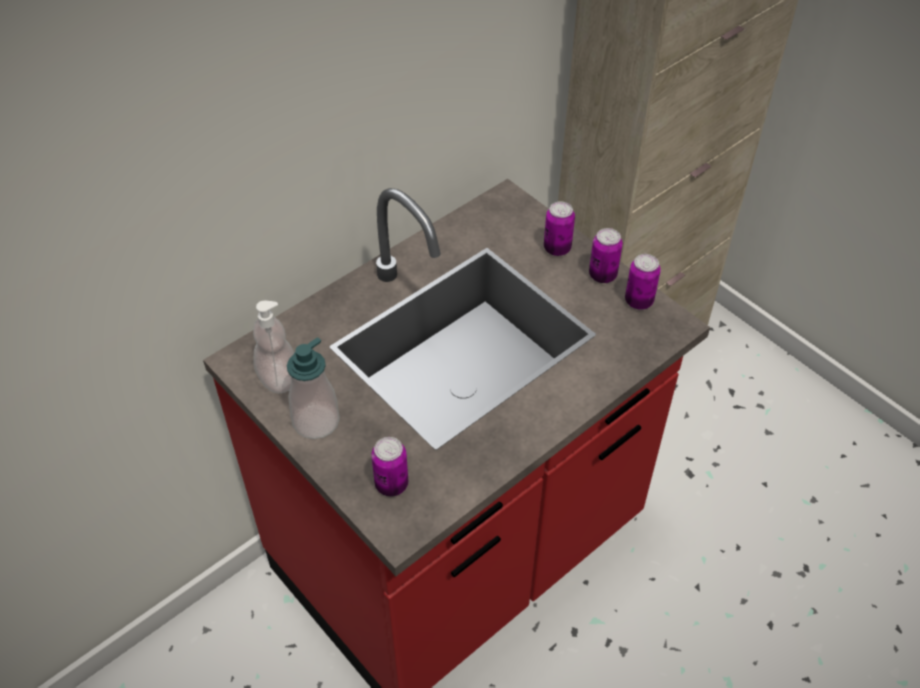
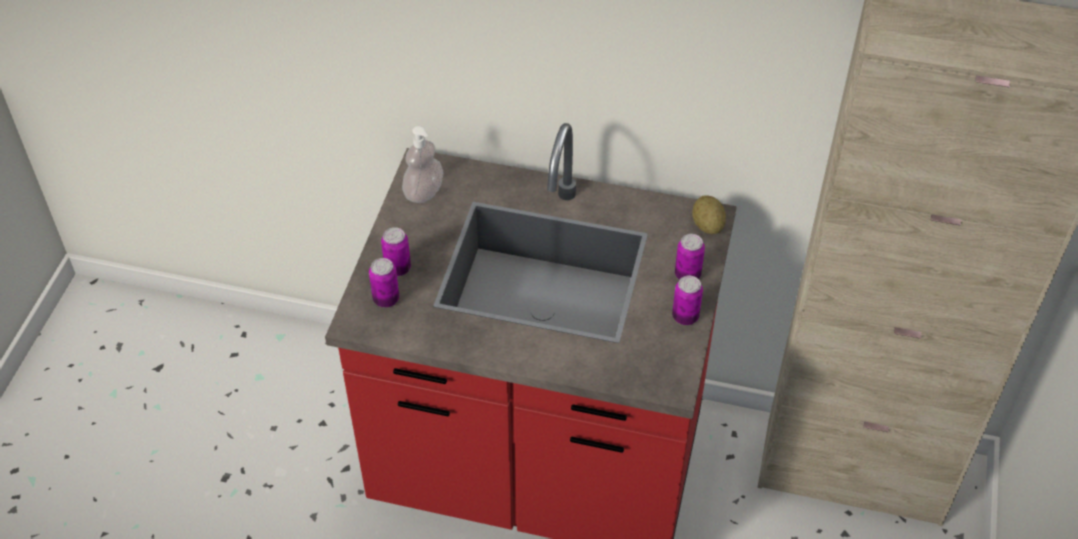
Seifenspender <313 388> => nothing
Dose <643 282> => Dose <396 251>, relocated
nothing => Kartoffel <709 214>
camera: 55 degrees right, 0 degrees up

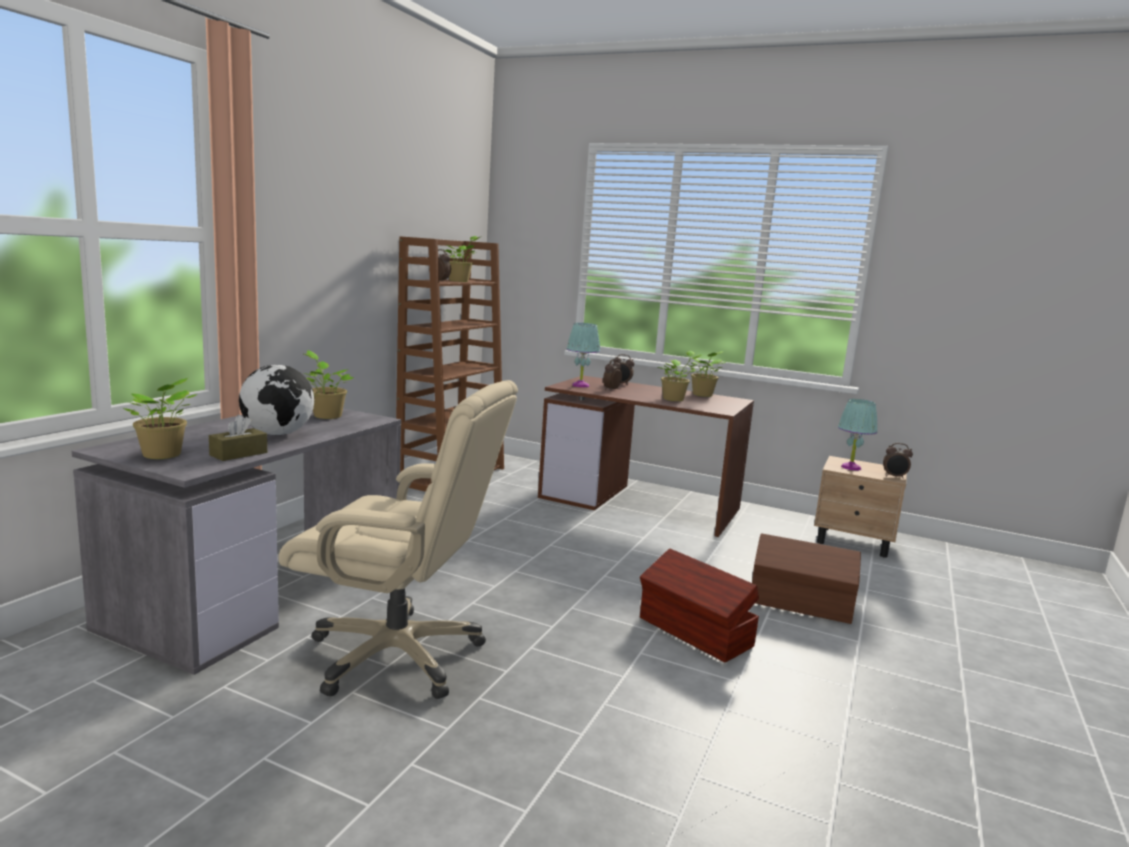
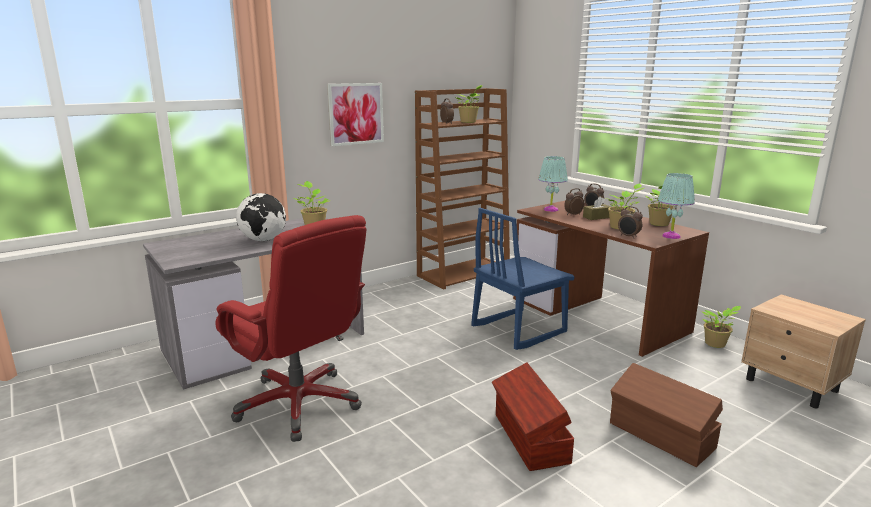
Topfpflanze <160 418> => Topfpflanze <721 327>, relocated
Taschentuchbox (braun) <238 438> => Taschentuchbox (braun) <597 208>, relocated
Bürostuhl (beige) <398 539> => Bürostuhl (rot) <291 328>
Tischlampe (türkis) <857 435> => Tischlampe (türkis) <676 206>, relocated
Wecker <898 461> => Wecker <630 222>, relocated
nothing => Bild <355 114>
nothing => Stuhl (blau) <522 279>
camera: 30 degrees right, 5 degrees up

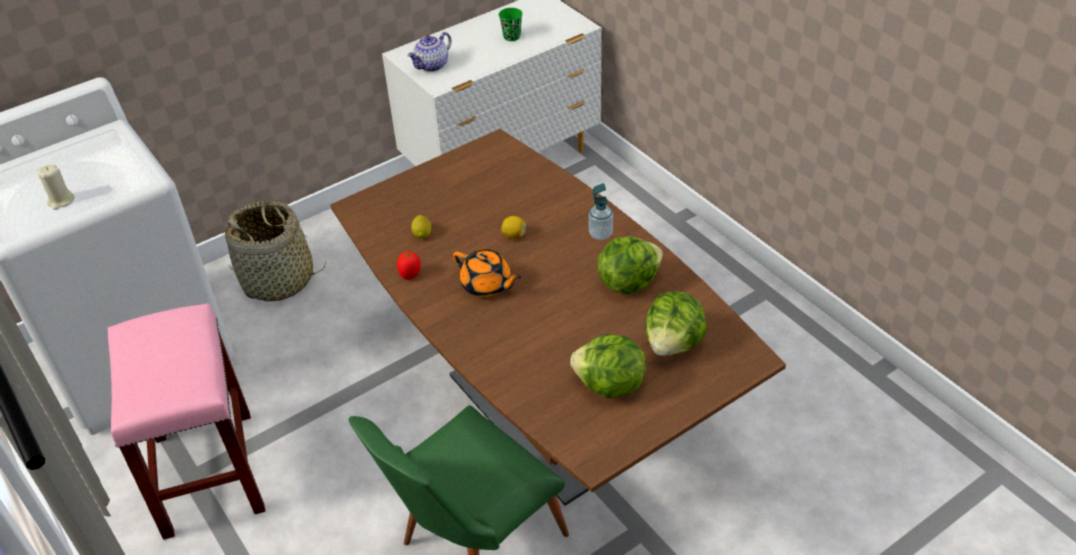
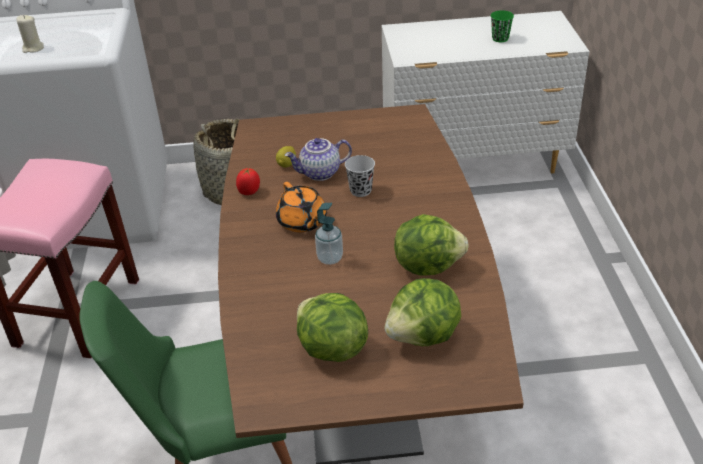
Teekanne <430 52> => Teekanne <318 159>, relocated
Zitrone <513 227> => Tasse (schwarz) <360 176>
Seifenspender <601 211> => Seifenspender <329 234>, relocated
camera: 30 degrees right, 5 degrees down

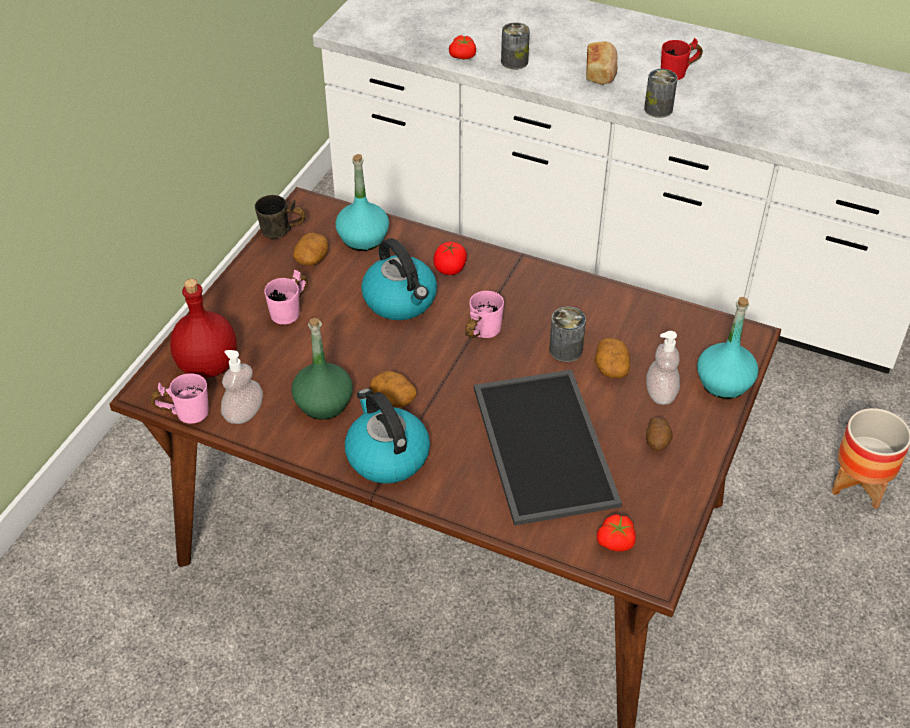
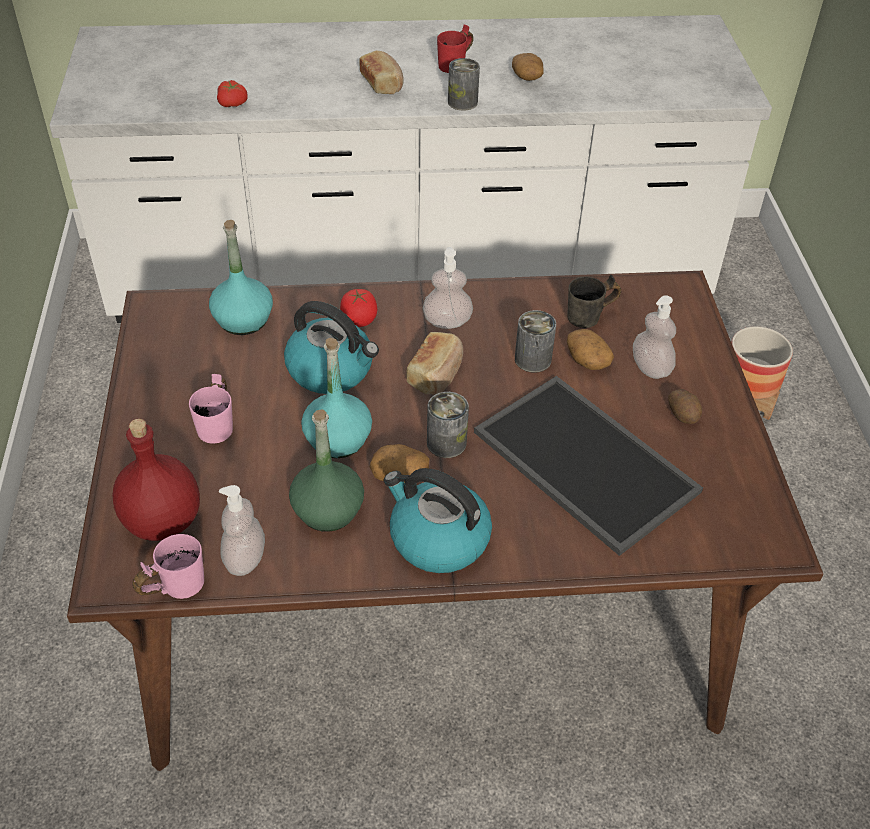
Henkelbecher (grau) <280 217> => Henkelbecher (grau) <594 301>, relocated
Kartoffel <310 249> => Kartoffel <528 67>, relocated
Henkelbecher (rosa) <484 314> => Brot <434 363>
Dose <515 46> => Dose <448 425>, relocated
Tomate <616 532> => nothing
Flasche (türkis) <727 348> => Flasche (türkis) <336 398>, relocated
nothing => Seifenspender <448 288>
camera: 30 degrees left, 0 degrees up

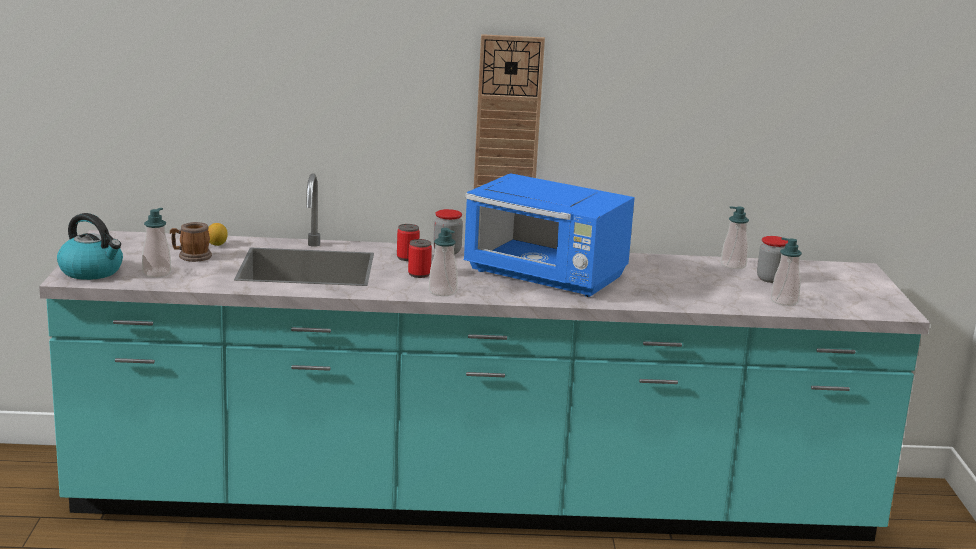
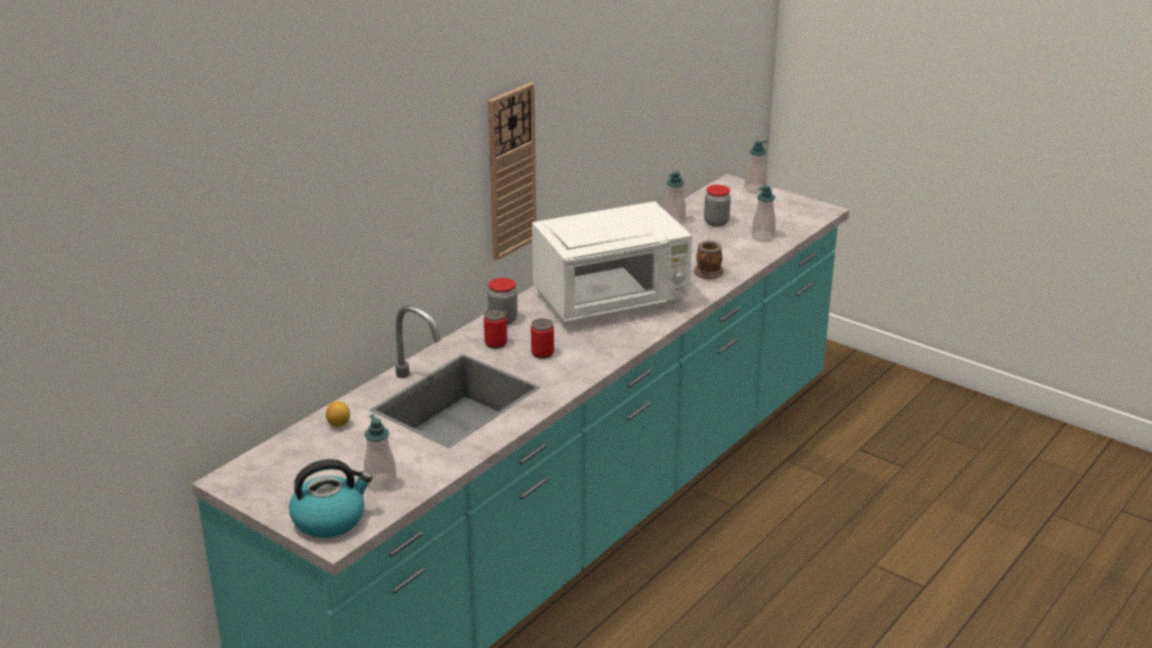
Henkelbecher <191 242> => Henkelbecher <709 260>, relocated
Seifenspender <443 262> => Seifenspender <756 167>, relocated
Mikrowelle (blau) <549 235> => Mikrowelle (weiß) <612 263>
camera: 50 degrees left, 10 degrees up

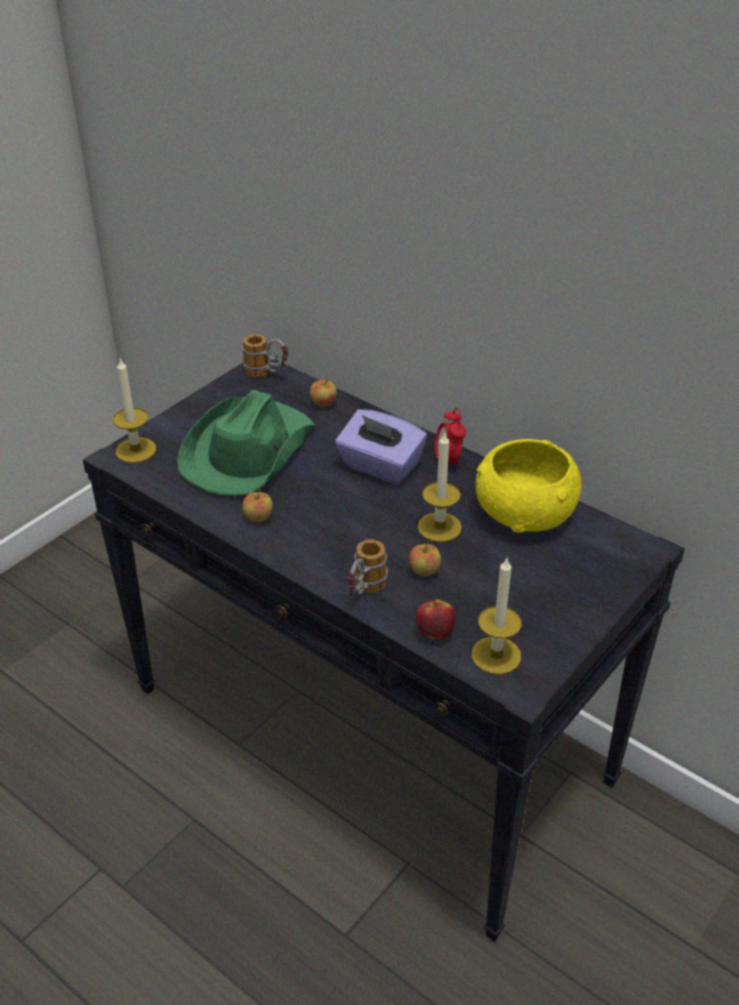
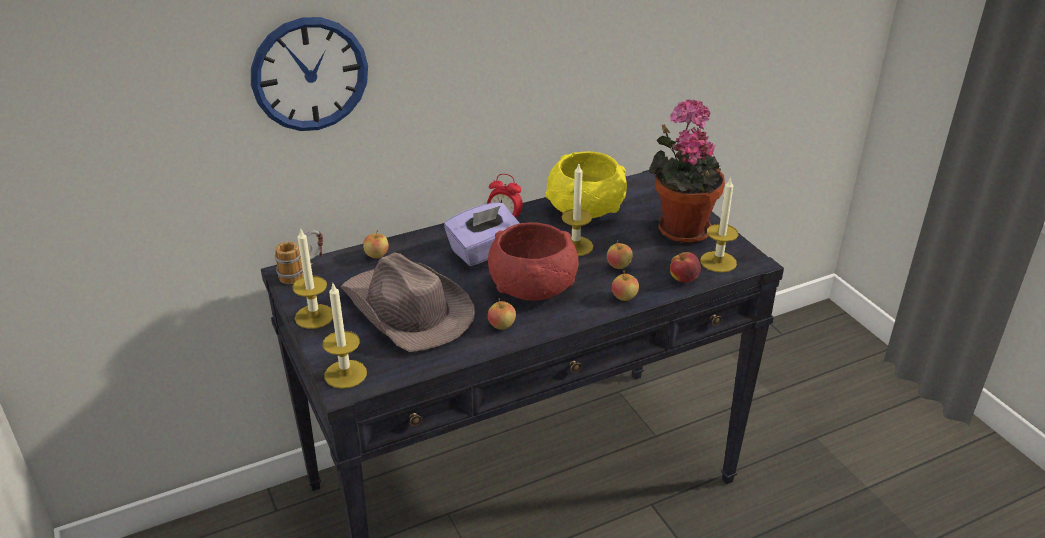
Hut (grün) <246 443> => Hut (braun) <408 302>
Henkelbecher <368 567> => Apfel <625 286>
nothing => Wanduhr <309 74>
nothing => Kerze <312 279>
nothing => Schüssel (rot) <533 261>
nothing => Topfpflanze <687 171>
camera: 65 degrees left, 5 degrees down

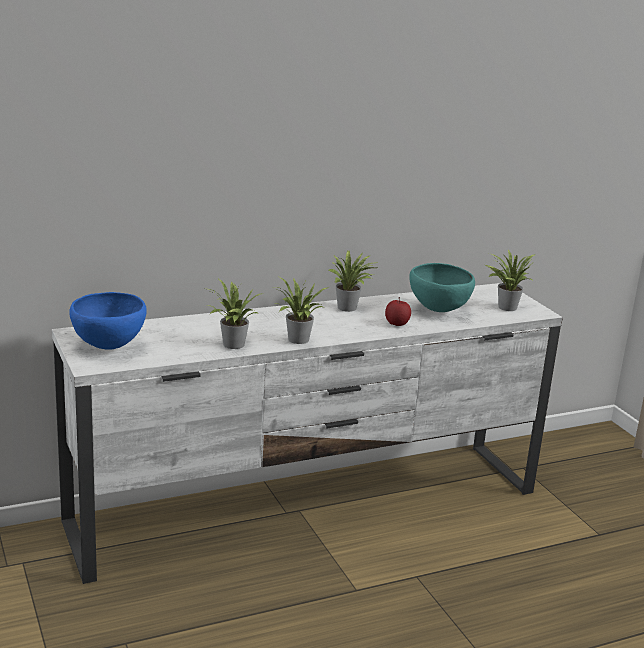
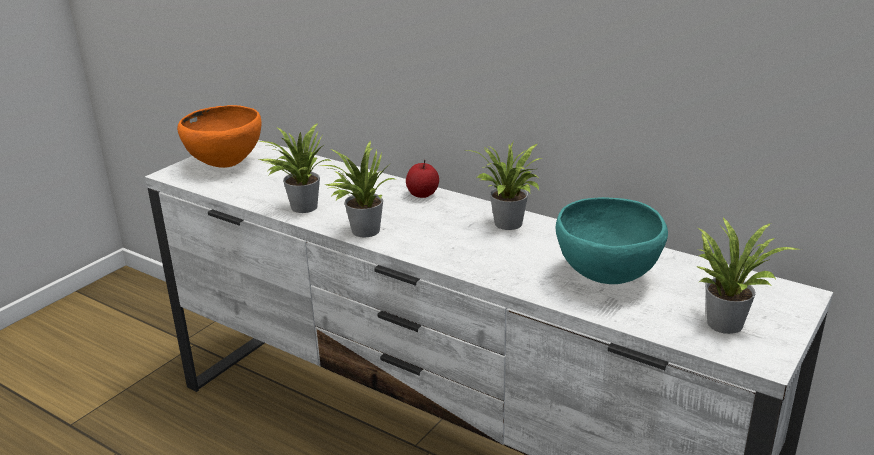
Schüssel (blau) <108 321> => Schüssel (orange) <219 136>
Apfel <398 311> => Apfel <422 179>, relocated
camera: 60 degrees right, 5 degrees up

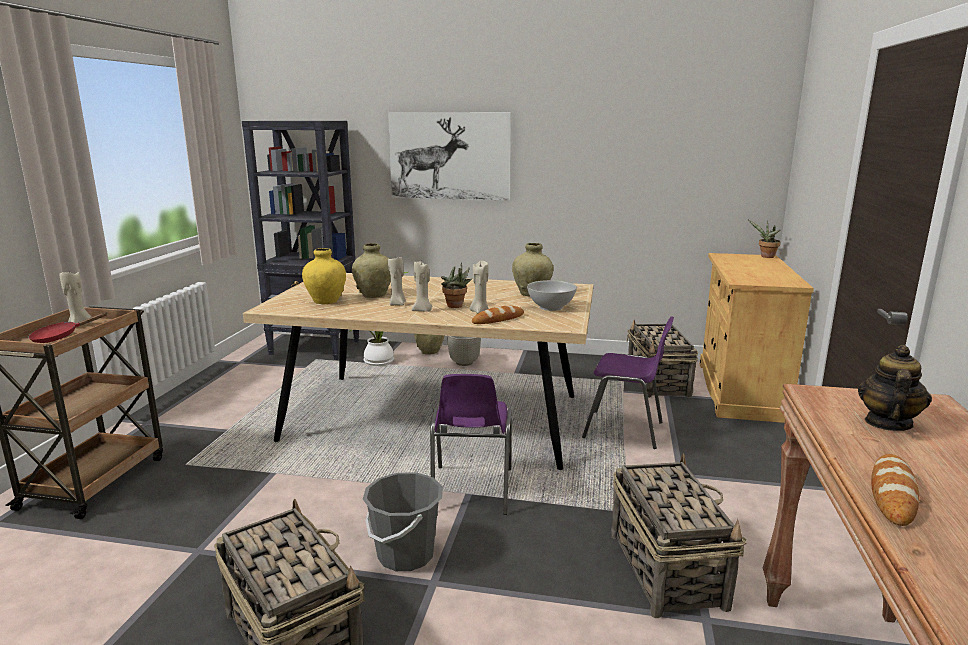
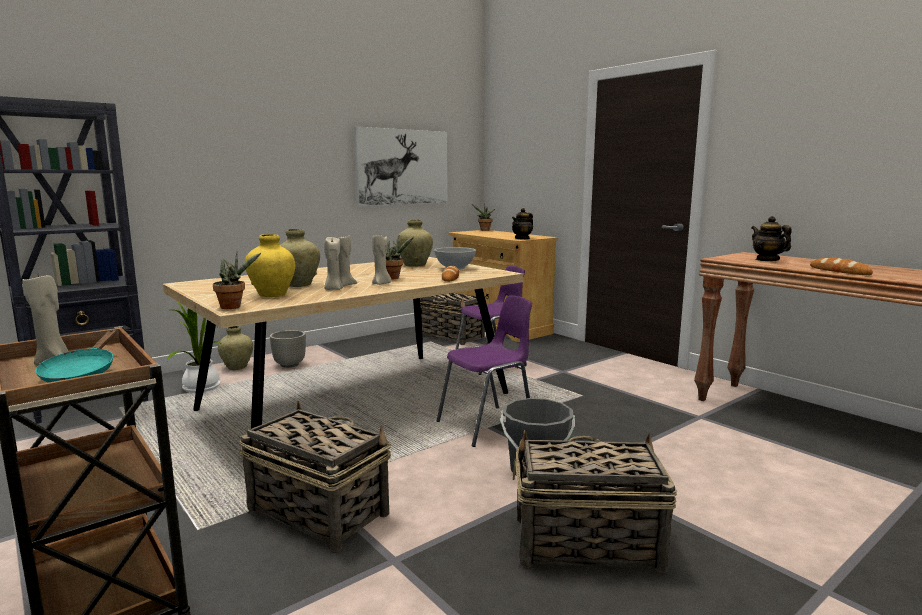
Pfanne (rot) <67 327> => Pfanne (türkis) <75 356>
Bild <449 156> => Bild <400 166>, relocated
Stuhl (lila) <471 444> => Stuhl (lila) <484 371>, 75 degrees counterclockwise
Kerze (beige) <479 287> => Kerze (beige) <333 263>, relocated
Korb <678 536> => Korb <315 476>, relocated
nothing => Topfpflanze <237 280>
nothing => Teekanne <522 224>
camera: 50 degrees left, 5 degrees down

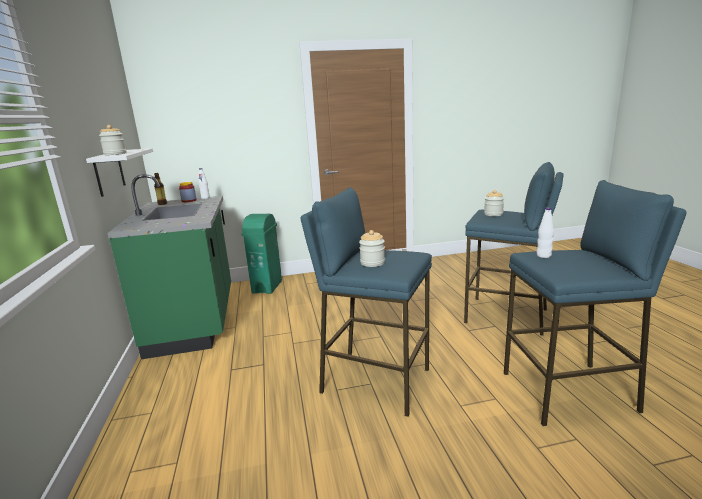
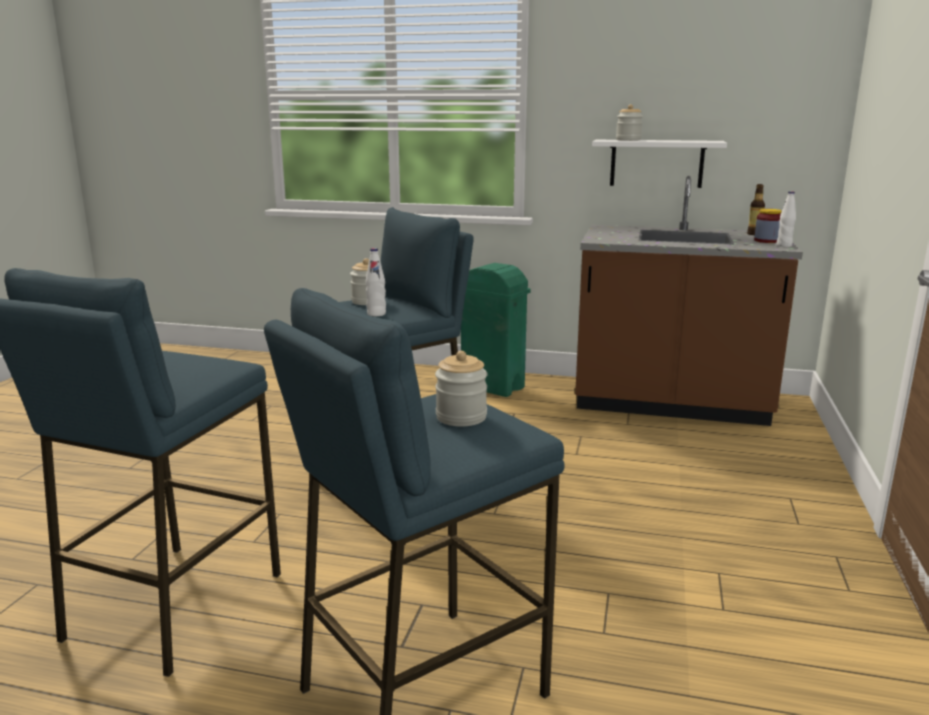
Küchenzeile (grün) <169 266> => Küchenzeile (braun) <689 301>
Mülleimer (grün) <261 254> => Mülleimer (grün) <496 330>, relocated
Flasche (weiß) <545 232> => Flasche (weiß) <376 282>, relocated
camera: 115 degrees right, 0 degrees up

